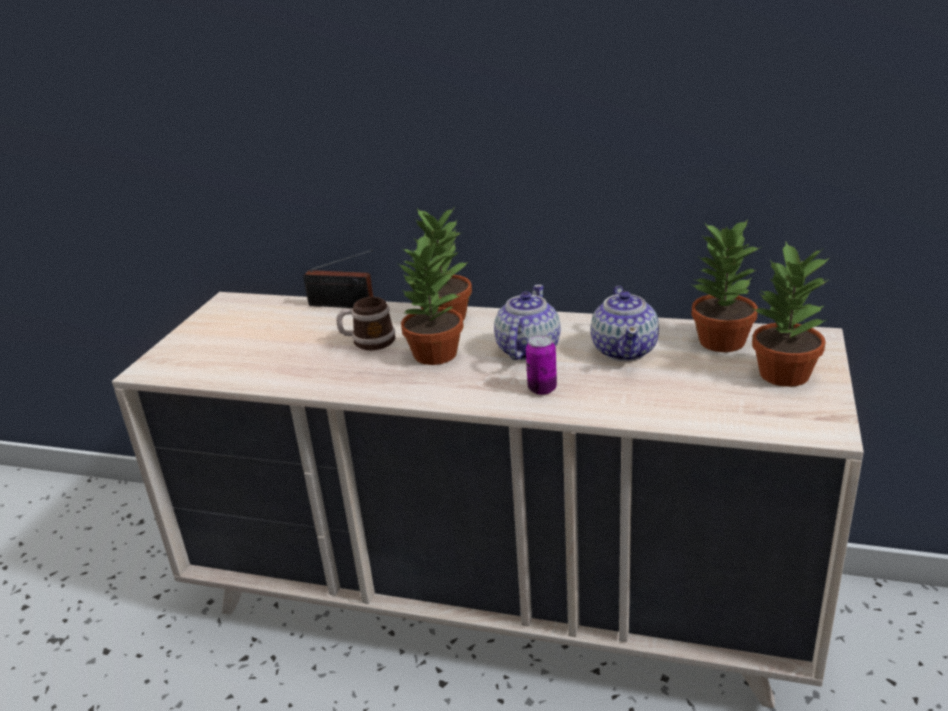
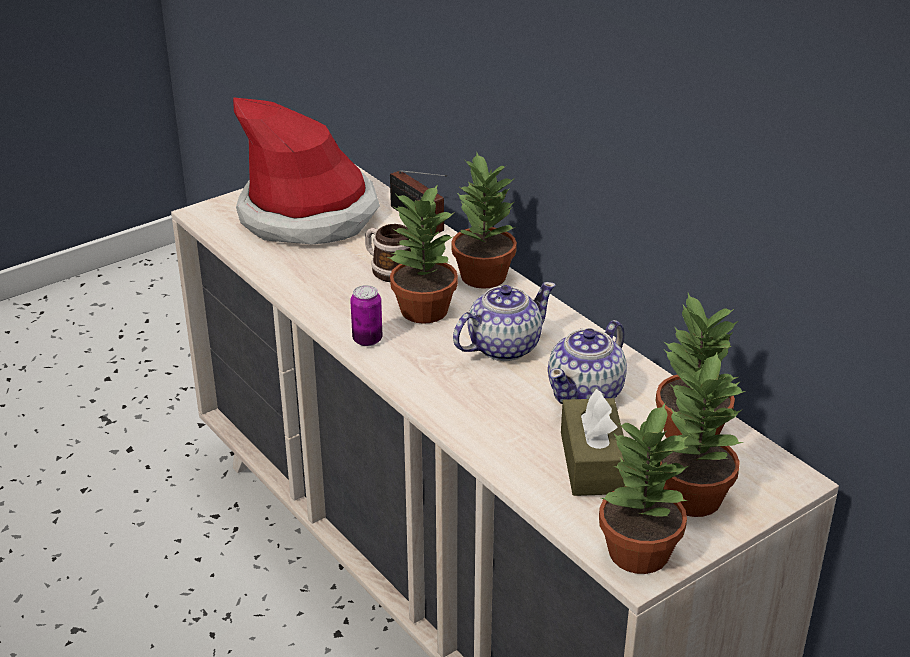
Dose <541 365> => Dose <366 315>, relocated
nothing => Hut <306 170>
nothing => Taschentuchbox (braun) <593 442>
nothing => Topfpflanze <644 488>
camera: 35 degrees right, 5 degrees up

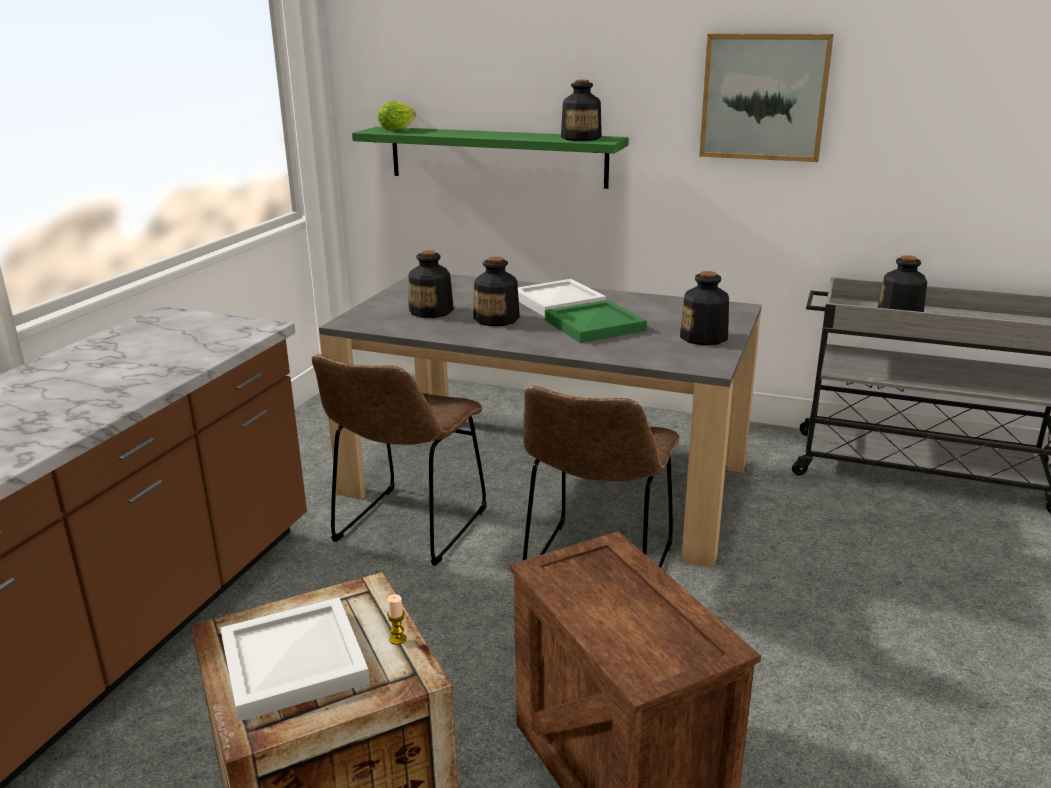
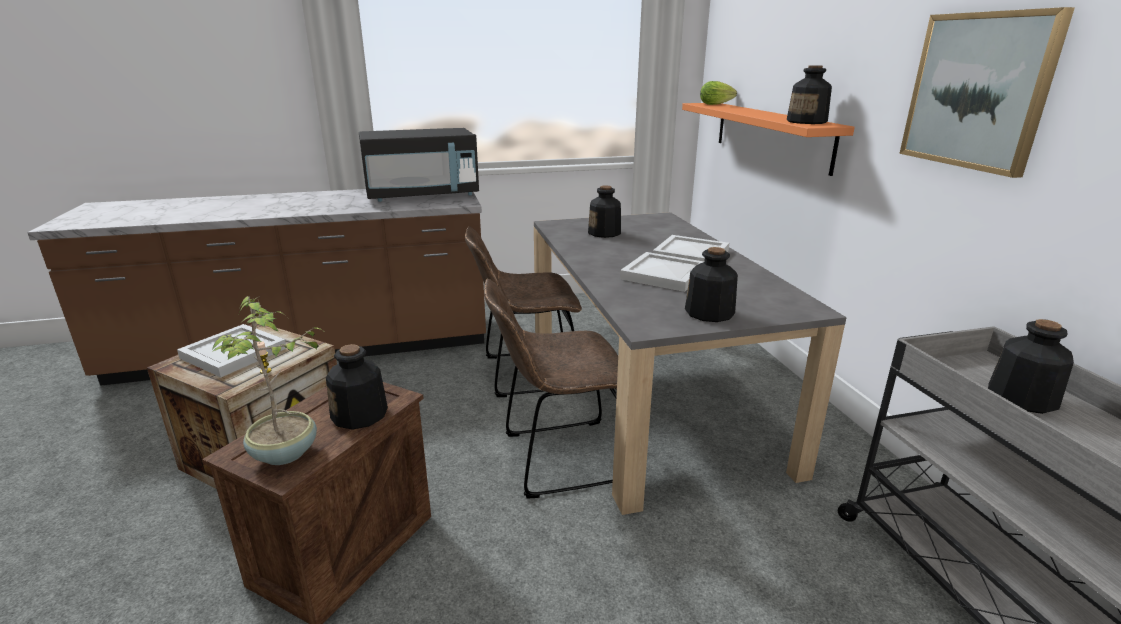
Wandregal (grün) <490 158> => Wandregal (orange) <768 139>
Flasche <496 291> => Flasche <357 386>, relocated
Tablett (grün) <596 321> => Tablett (weiß) <662 272>
nothing => Topfpflanze <268 380>
nothing => Mikrowelle (schwarz) <419 165>
camera: 55 degrees right, 0 degrees up

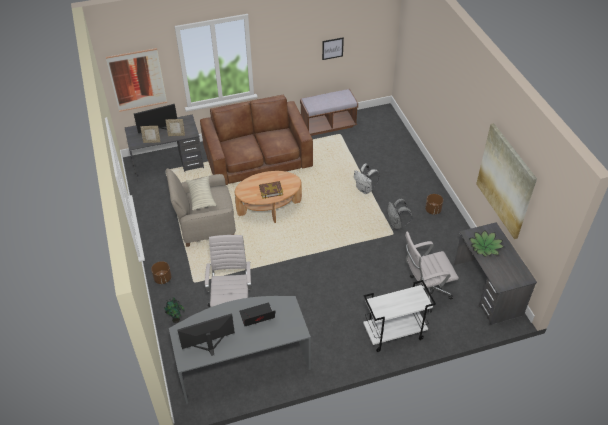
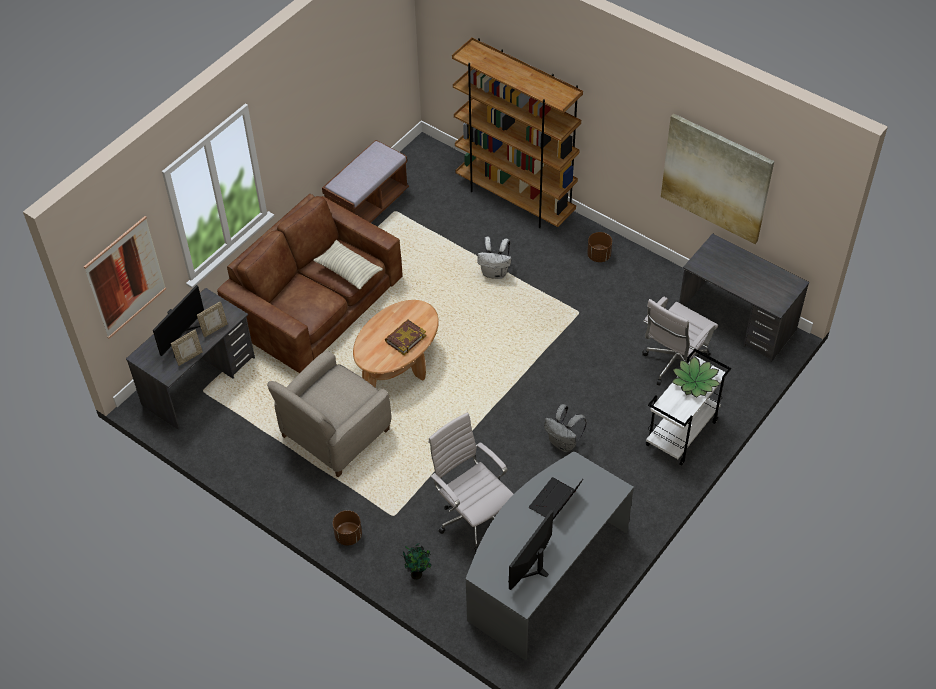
Kissen <201 193> => Kissen <348 265>, relocated
Bild <333 48> => nothing
Rucksack (grau) <399 214> => Rucksack (grau) <565 428>, relocated
Topfpflanze <486 243> => Topfpflanze <696 377>, relocated
nothing => Bücherregal (braun) <517 132>
camera: 35 degrees left, 5 degrees up

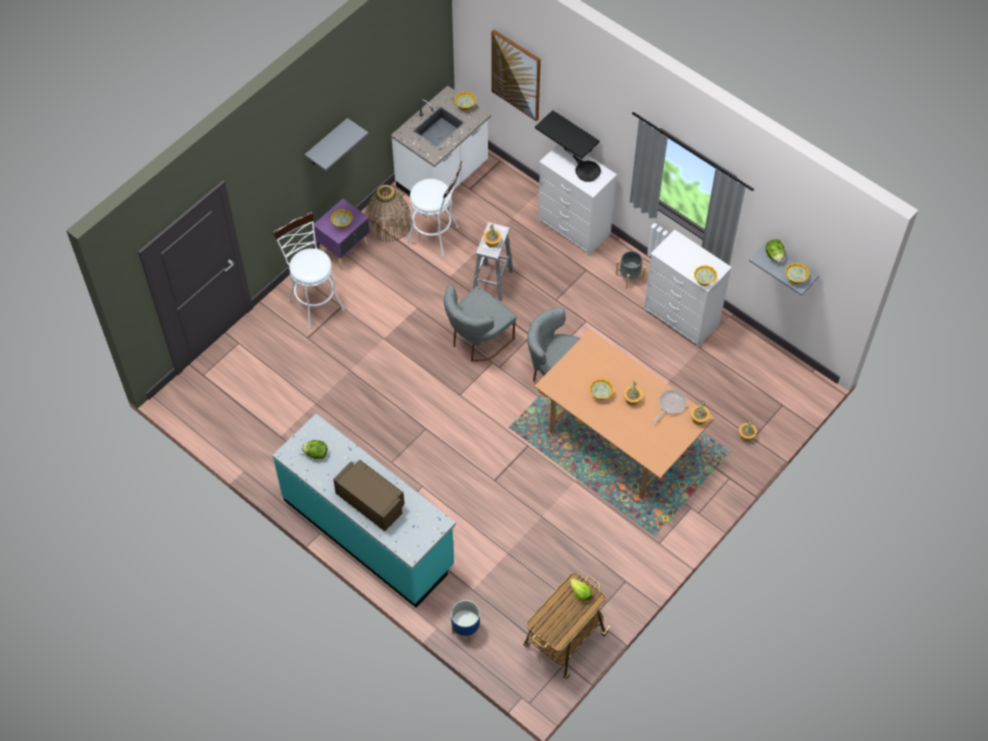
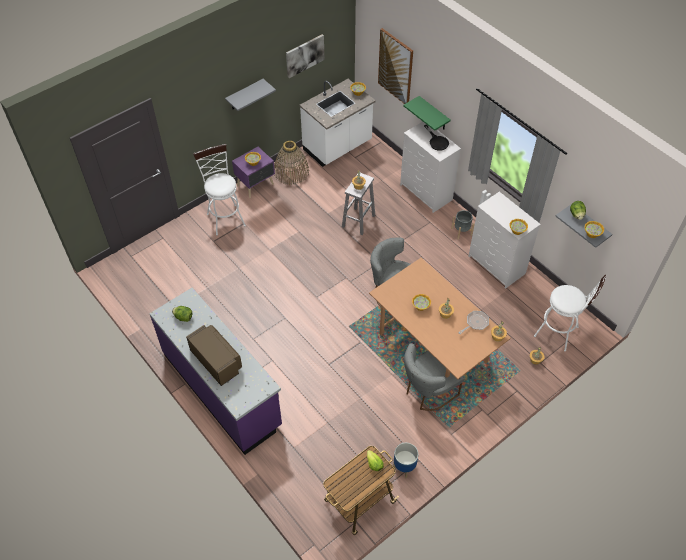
Küchenzeile (türkis) <364 511> => Küchenzeile (lila) <215 371>
Hocker (weiß) <434 209> => Hocker (weiß) <570 313>, relocated
Stuhl (grau) <480 323> => Stuhl (grau) <434 377>, relocated
Pflanzkübel <465 621> => Pflanzkübel <405 460>, relocated
Wandregal (schwarz) <567 134> => Wandregal (grün) <427 113>
nothing => Bild <305 56>
camera: 10 degrees right, 5 degrees down

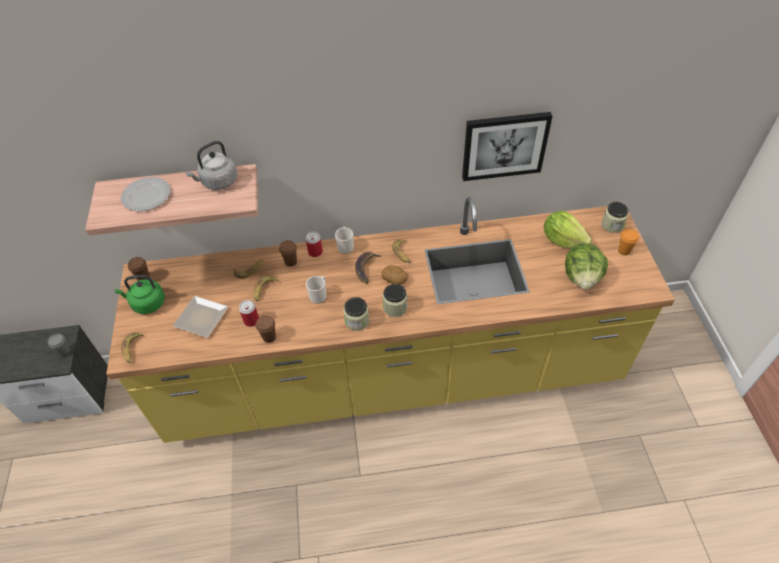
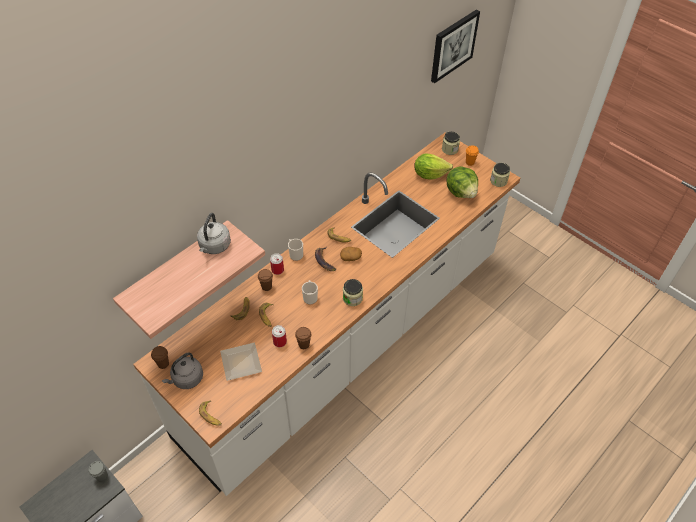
Küchenzeile (gelb) <390 320> => Küchenzeile (weiß) <326 314>
Wasserkessel (grün) <140 294> => Wasserkessel (grau) <182 371>
Teller <146 194> => nothing
Vorratsglas <395 300> => Vorratsglas <500 175>, relocated
Bild <507 146> => Bild <455 46>, relocated
camera: 40 degrees left, 0 degrees up

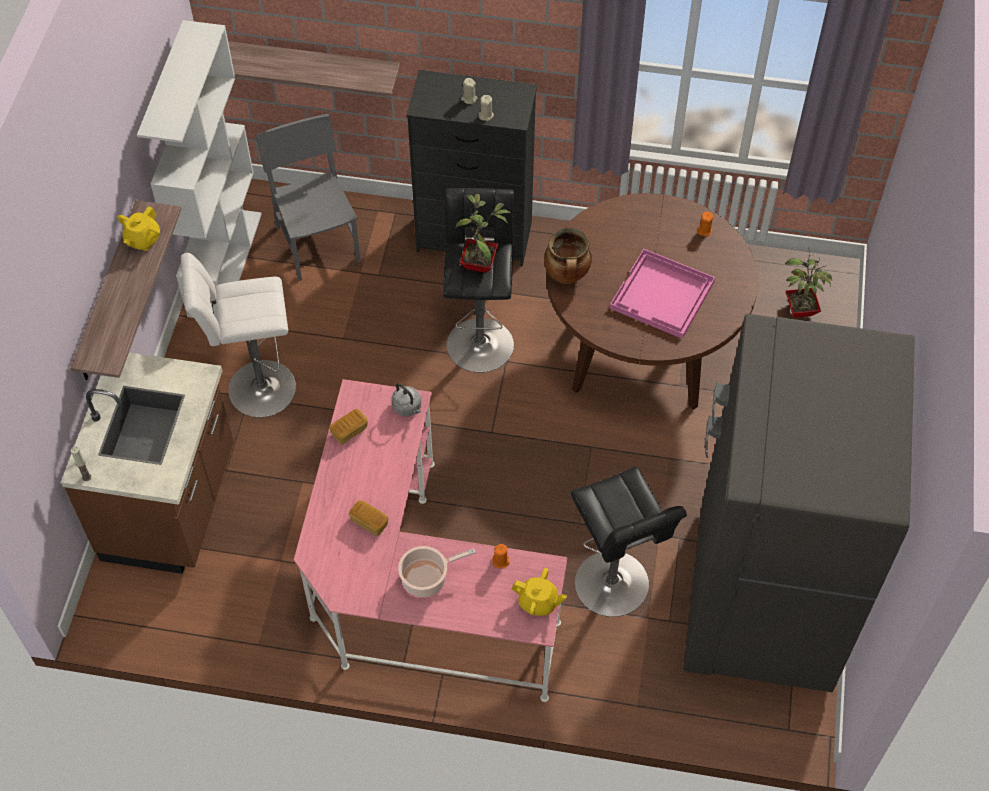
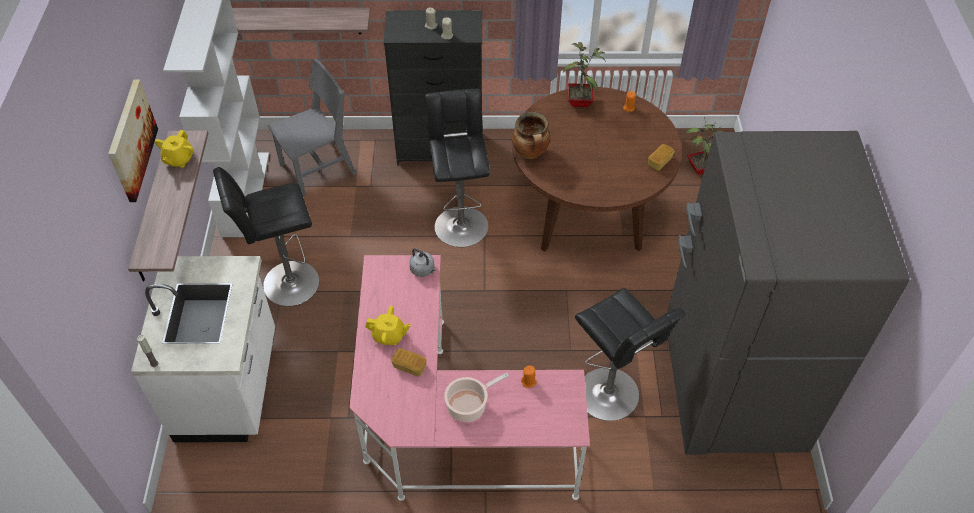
Küchenzeile (braun) <147 463> => Küchenzeile (weiß) <203 349>
Hocker (weiß) <238 335> => Hocker (schwarz) <266 236>
Stuhl (grau) <308 197> => Stuhl (grau) <312 127>, 90 degrees clockwise
Brot <349 426> => Brot <661 157>, relocated
Topfpflanze <482 233> => Topfpflanze <584 74>, relocated
Teekanne (gelb) <539 592> => Teekanne (gelb) <388 325>, relocated
Tablett (rosa) <662 294> => nothing
nothing => Bild <133 140>
camera: 10 degrees left, 5 degrees down

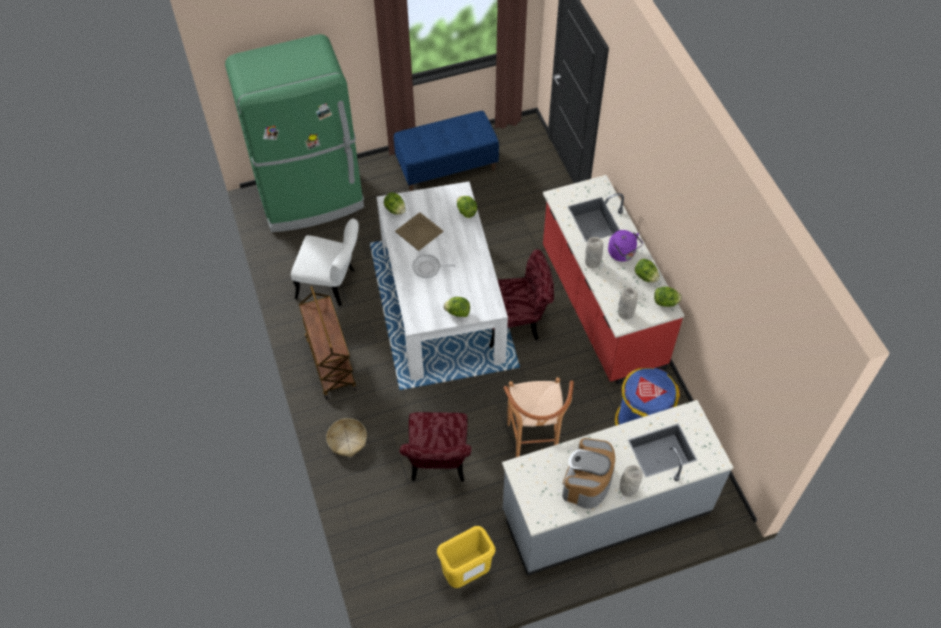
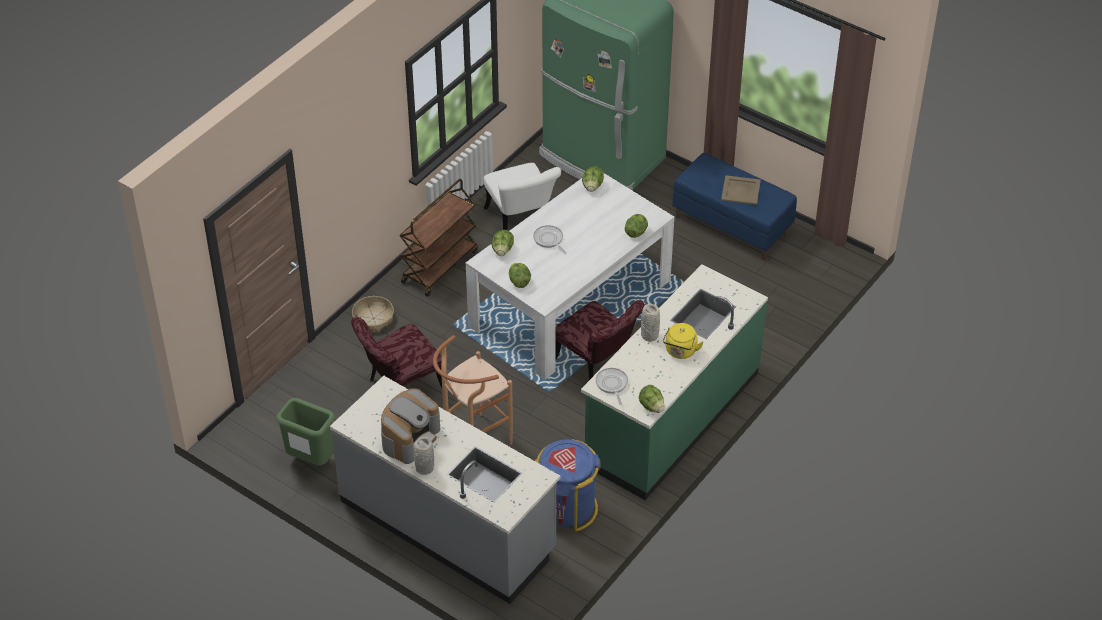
Tablett (beige) <419 231> => Tablett (beige) <741 190>, relocated
Mülleimer (gelb) <466 557> => Mülleimer (grün) <305 432>
Küchenzeile (rot) <613 280> => Küchenzeile (grün) <674 382>
Kaffeemaschine <588 473> => Kaffeemaschine <410 426>, 135 degrees clockwise
Wasserkessel (lila) <625 246> => Wasserkessel (gelb) <683 341>
Vase (grau) <628 303> => Pfanne <612 386>
Salatkopf <647 270> => Salatkopf <503 243>, relocated
camera: 55 degrees right, 10 degrees down

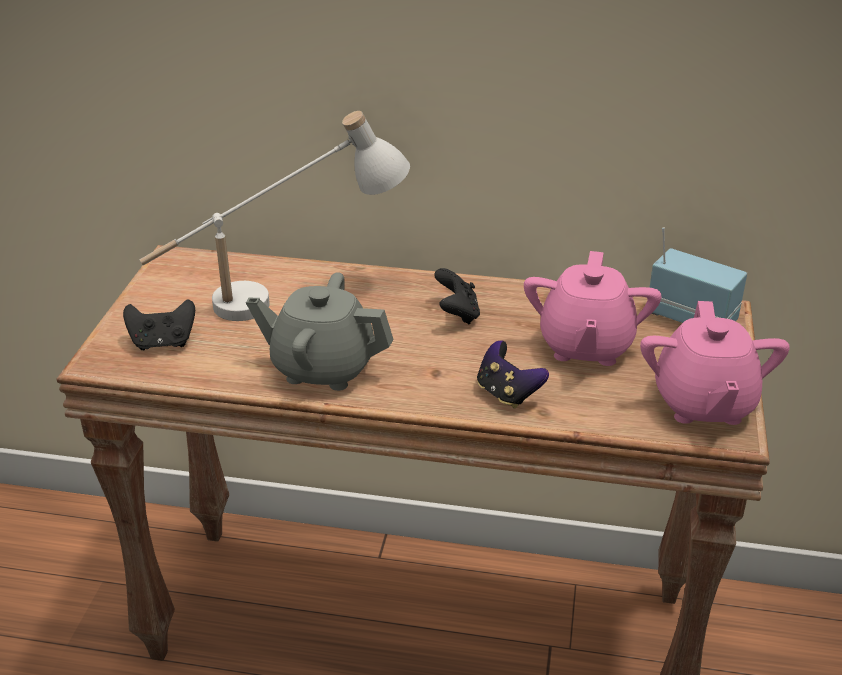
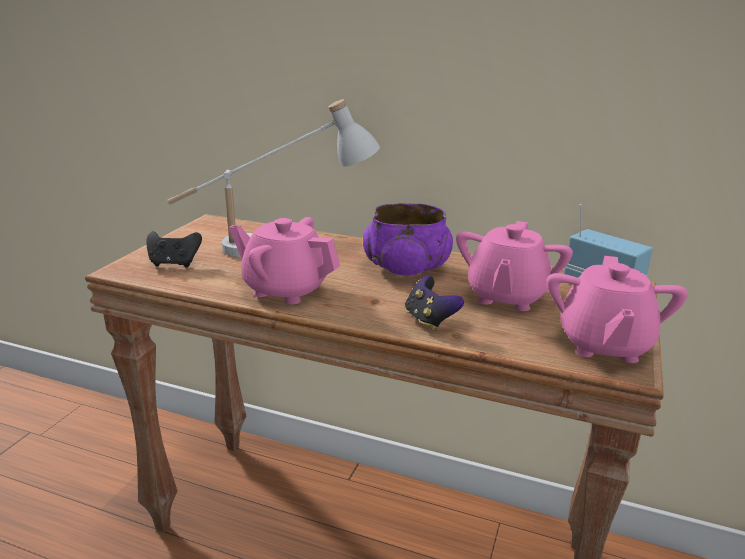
Teekanne (grau) <320 331> => Teekanne (rosa) <284 260>
Gamepad (schwarz) <457 296> => Schüssel (lila) <408 239>
camera: 10 degrees right, 10 degrees down

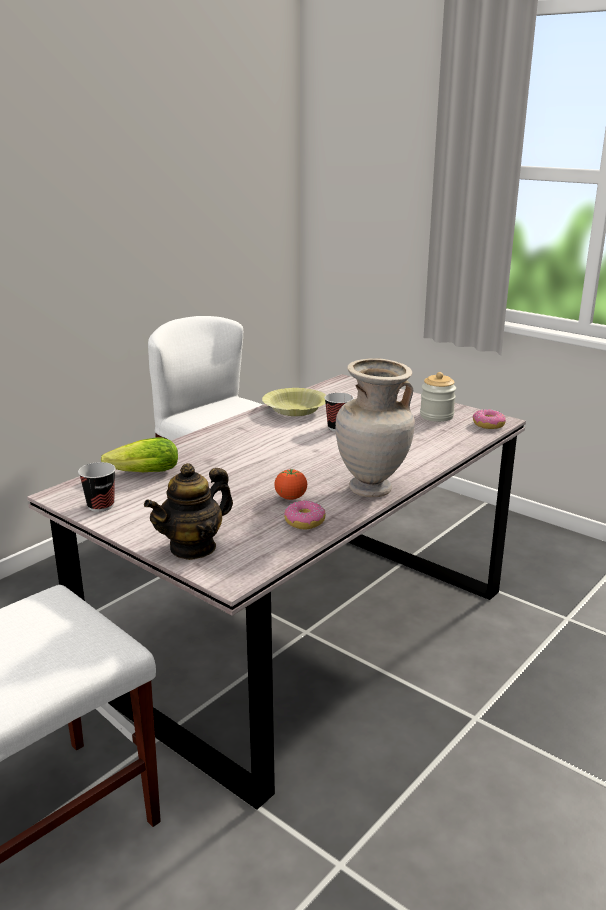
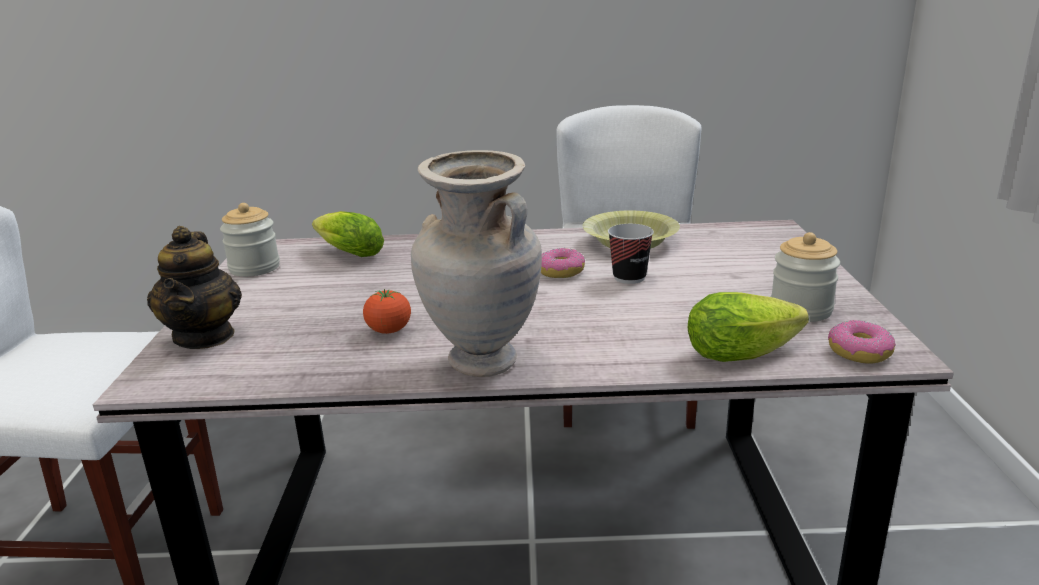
Tasse <97 487> => Vorratsglas <250 240>
Teekanne <188 511> => Teekanne <194 287>, 105 degrees counterclockwise
Donut <304 514> => Donut <563 263>, relocated
nothing => Salatkopf <748 327>
camera: 50 degrees right, 0 degrees up

